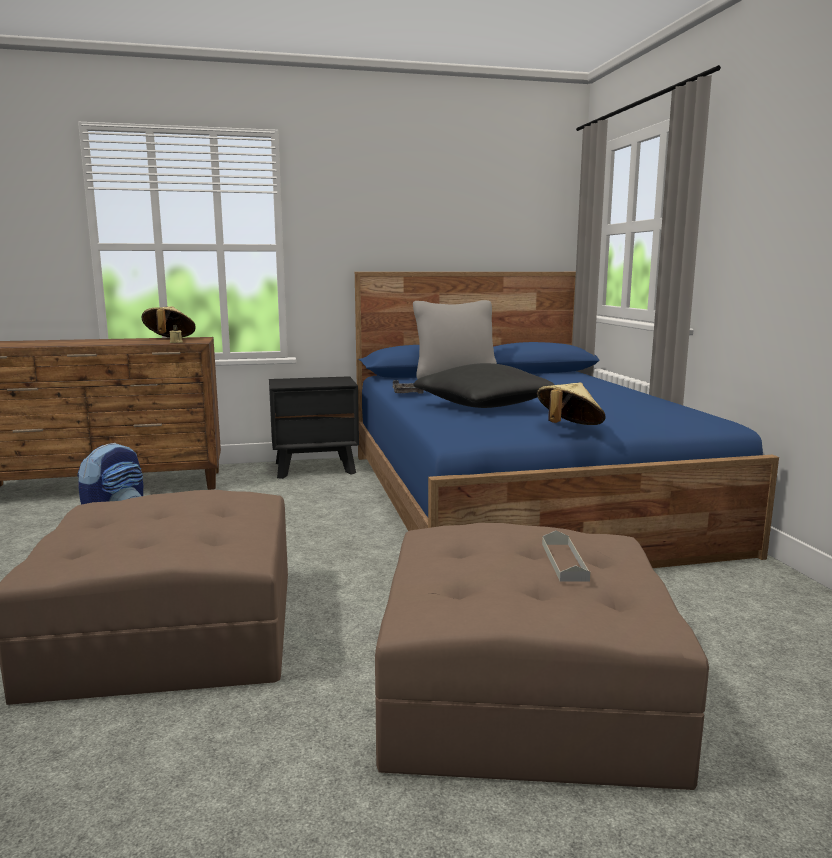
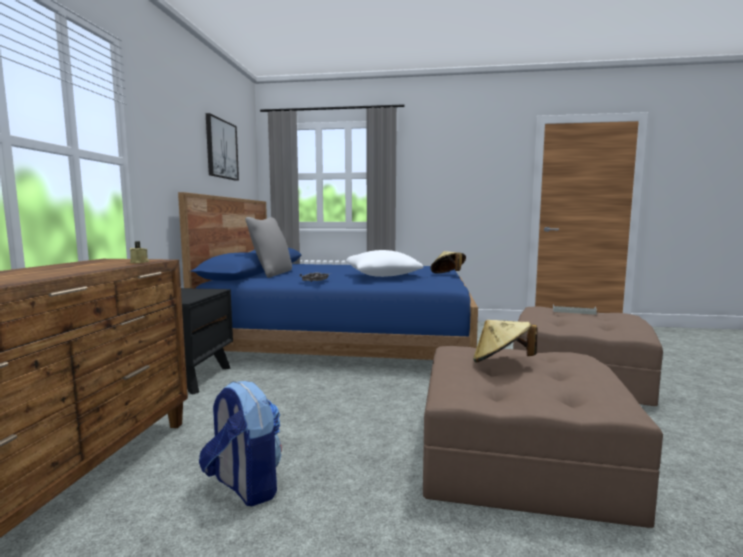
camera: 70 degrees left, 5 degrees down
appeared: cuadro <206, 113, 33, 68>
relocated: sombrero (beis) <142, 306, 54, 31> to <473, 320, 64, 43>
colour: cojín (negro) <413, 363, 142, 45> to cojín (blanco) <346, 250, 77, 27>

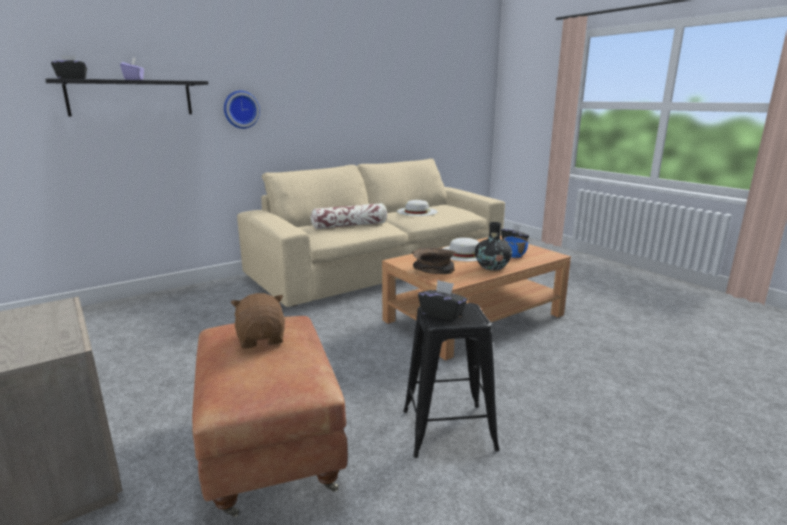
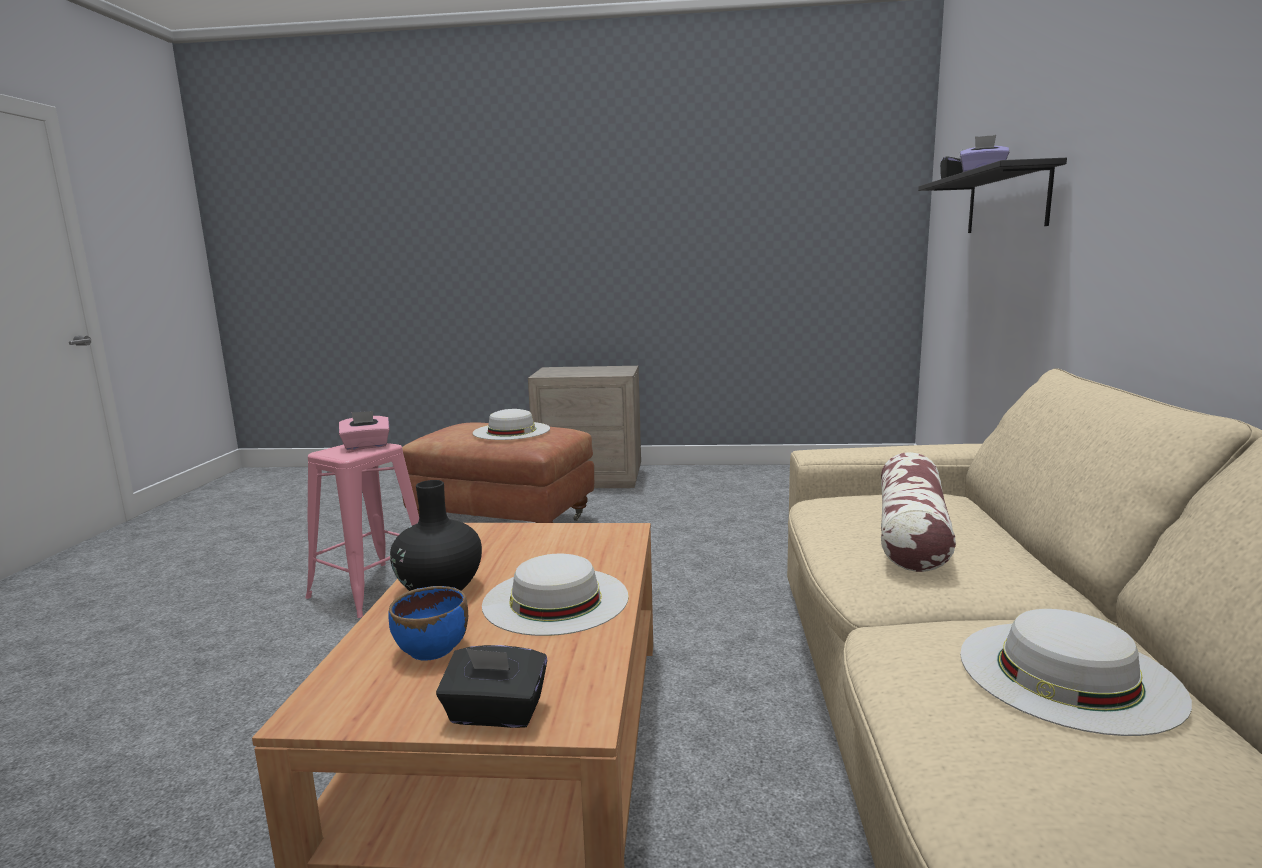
camera: 130 degrees right, 5 degrees down
missing: reloj de pared <224, 91, 36, 38>; cuenco (marrón) <412, 247, 44, 27>
exchanged: peluche (marrón) <231, 293, 54, 55> to sombrero (blanco) <473, 409, 77, 31>
colour: taburete (negro) <403, 303, 96, 155> to taburete (rosa) <305, 443, 114, 175>; caja de pañuelos (negro) <418, 280, 49, 41> to caja de pañuelos (rosa) <339, 411, 50, 39>

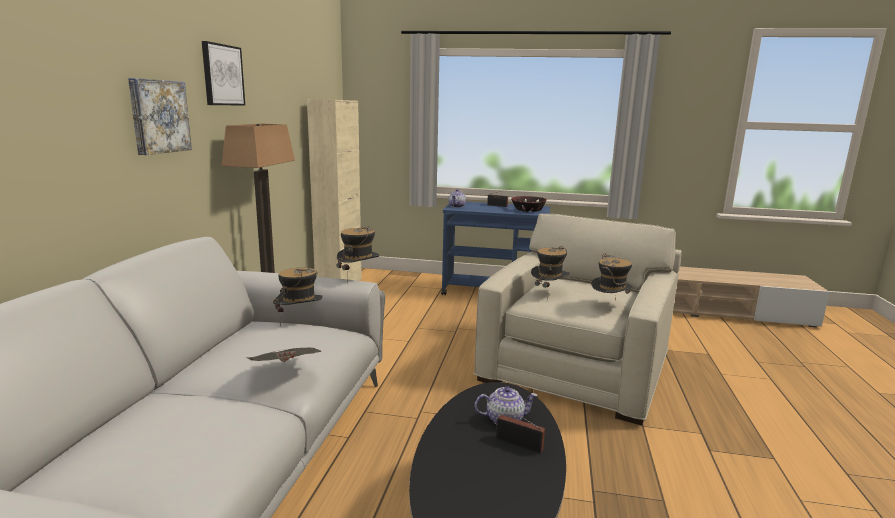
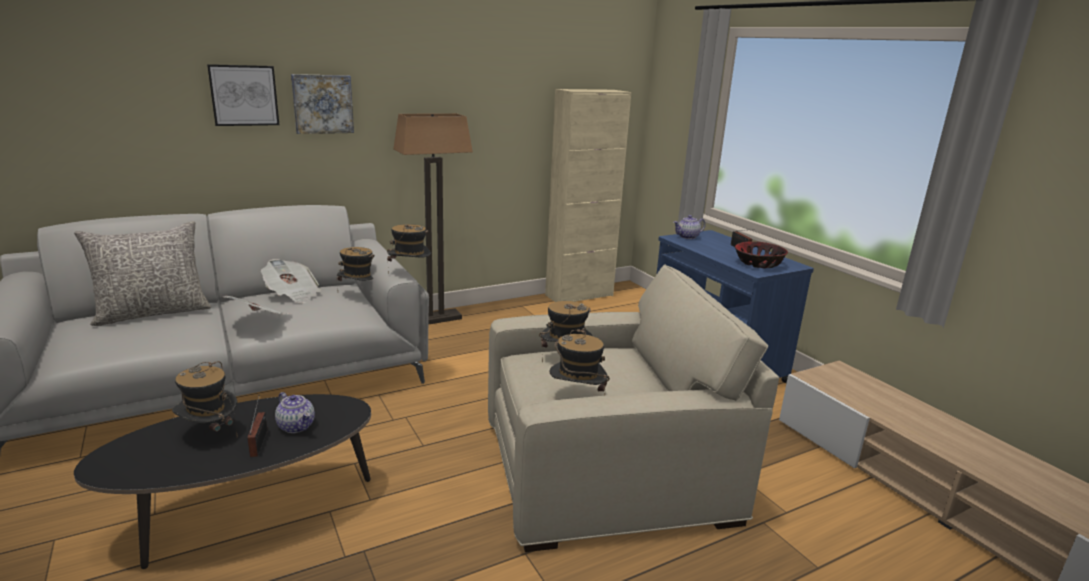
camera: 50 degrees right, 5 degrees up
appeared: cojín (gris) <74, 221, 137, 105>; sombrero <172, 361, 65, 75>; periódico <261, 259, 60, 45>
relocated: cuadro <202, 41, 43, 65> to <207, 64, 72, 62>

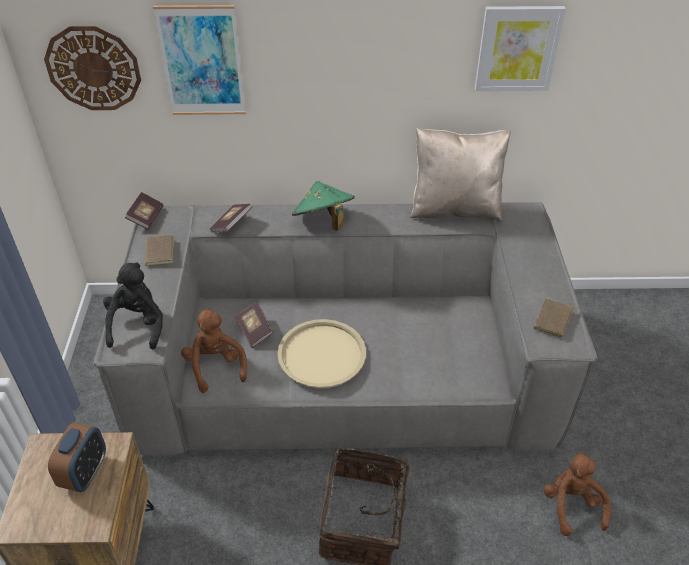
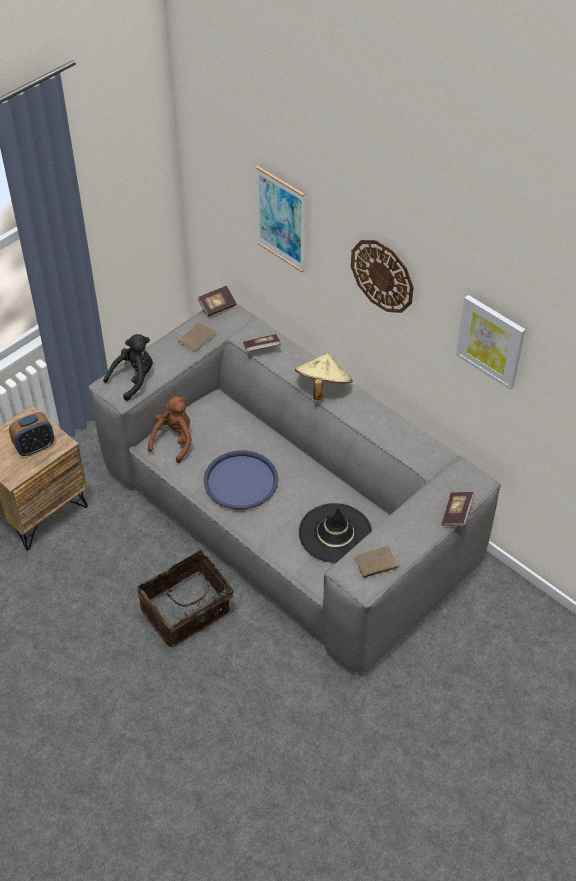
camera: 45 degrees right, 5 degrees up
missing: cojín (beis) <410, 128, 101, 94>; peluche (marrón) <543, 451, 68, 85>
appeared: sombrero (negro) <299, 503, 73, 60>
relocated: reloj de pared <44, 26, 97, 84> to <351, 240, 63, 73>; libro <236, 302, 38, 46> to <442, 492, 32, 34>
colour: bandeja (beis) <278, 319, 88, 69> to bandeja (azul) <204, 450, 74, 59>; sombrero (verde) <292, 181, 63, 50> to sombrero (beis) <295, 353, 57, 47>

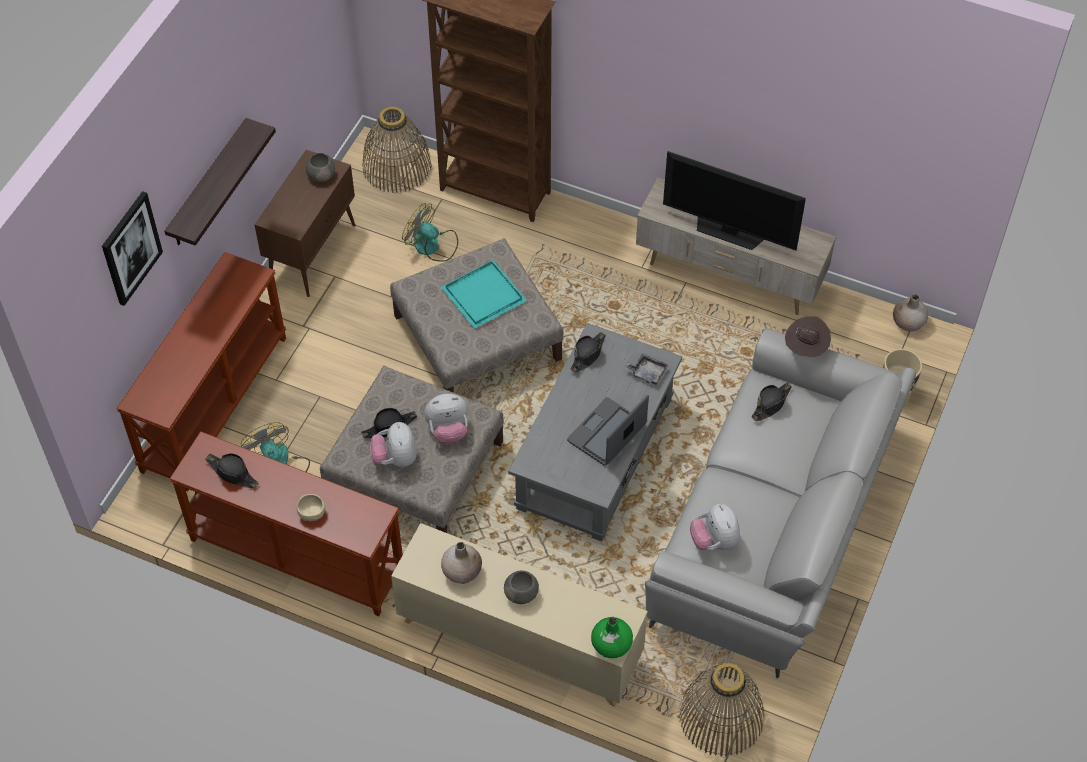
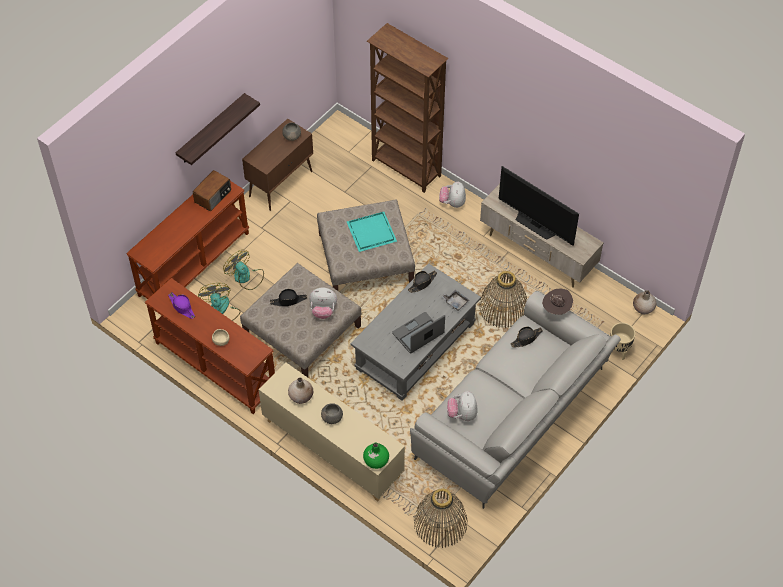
camera: 15 degrees right, 0 degrees up
missing: cuadro <102, 191, 61, 115>
appeared: radio <193, 170, 38, 42>
relocated: cesta <362, 107, 70, 86> to <479, 271, 48, 57>; peluche <370, 422, 47, 45> to <439, 182, 27, 26>; ventilador <402, 203, 56, 59> to <223, 250, 41, 40>
colour: sombrero (negro) <205, 453, 54, 35> to sombrero (morado) <168, 292, 27, 27>

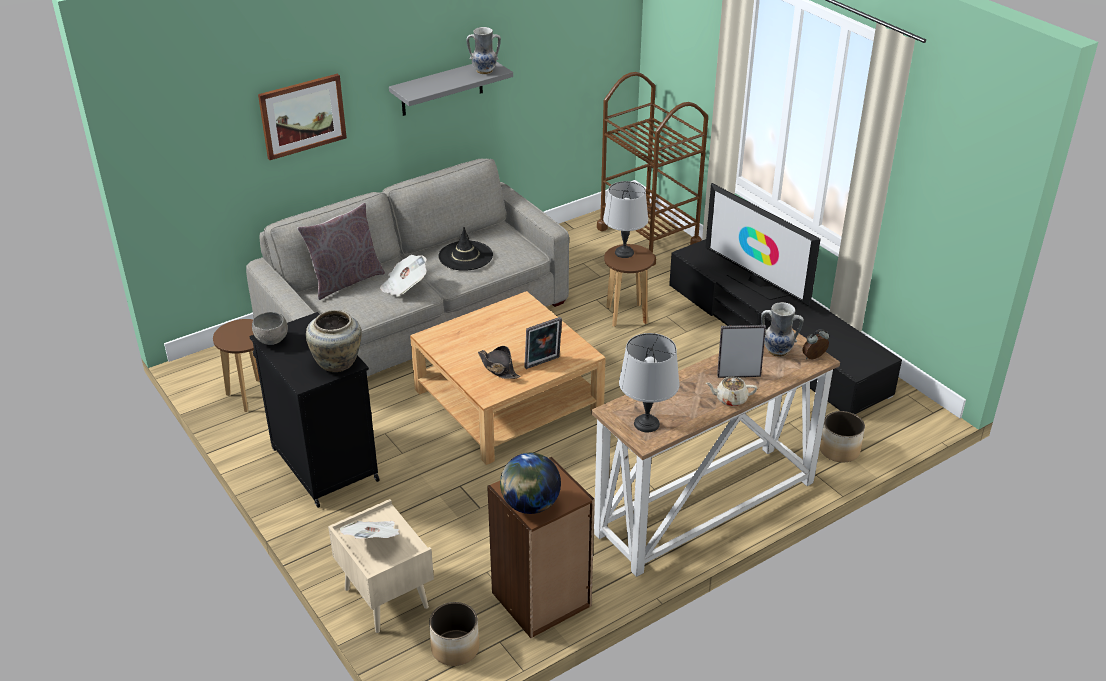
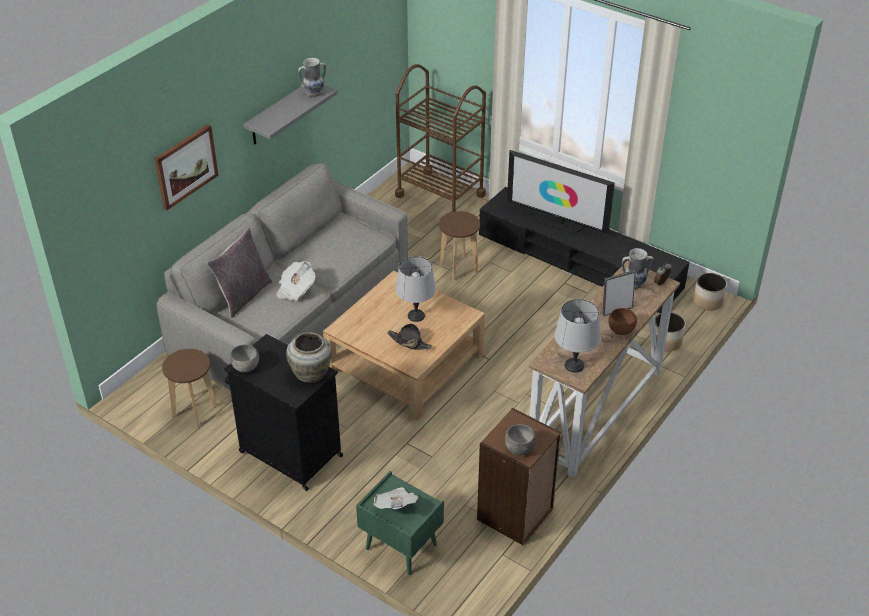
camera: 20 degrees left, 5 degrees up
missing: sombrero (negro) <438, 227, 55, 44>; portarretratos <524, 317, 38, 52>
relocated: maceta <429, 602, 50, 64> to <693, 273, 34, 38>; lámpara de mesa (gris) <603, 181, 45, 77> to <396, 256, 40, 66>
exchanged: globo terráqueo <500, 453, 61, 61> to cuenco (gris) <505, 424, 31, 32>; tetera (beis) <706, 376, 51, 30> to cuenco (marrón) <608, 308, 29, 27>
colour: mesita de noche (beis) <328, 499, 106, 134> to mesita de noche (verde) <356, 471, 88, 104>

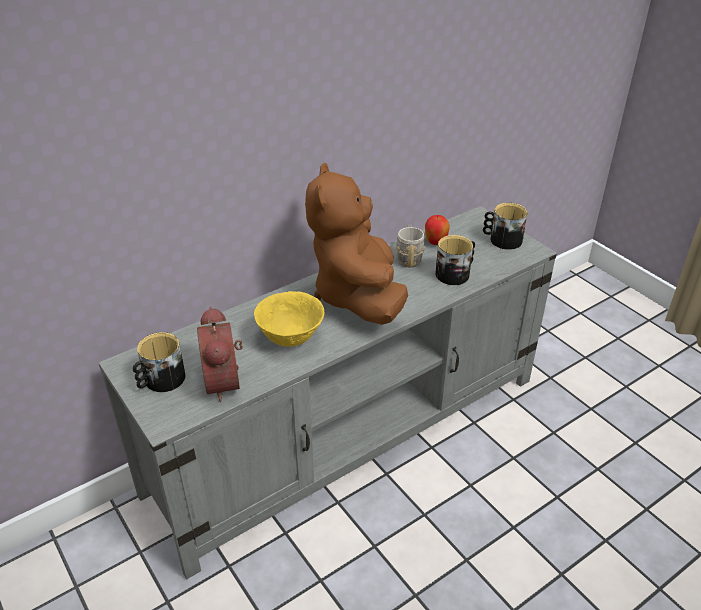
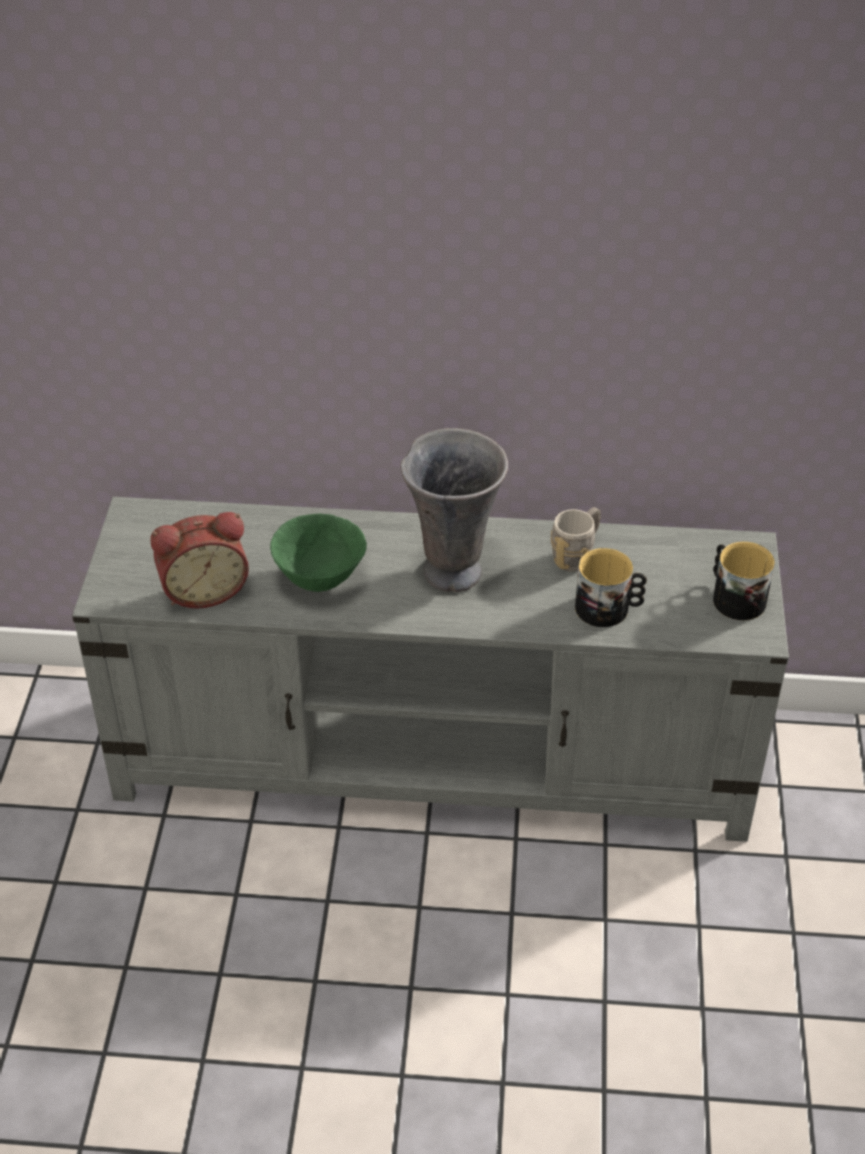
camera: 40 degrees right, 5 degrees up
missing: taza grande <133, 332, 53, 60>; manzana <425, 215, 25, 30>
exchanged: peluche (marrón) <305, 163, 103, 162> to florero (gris) <400, 428, 108, 164>
colour: cuenco (amarillo) <254, 291, 70, 56> to cuenco (verde) <270, 514, 97, 78>
spun: despertador <197, 306, 46, 96> = <150, 512, 99, 97> 135 degrees counterclockwise

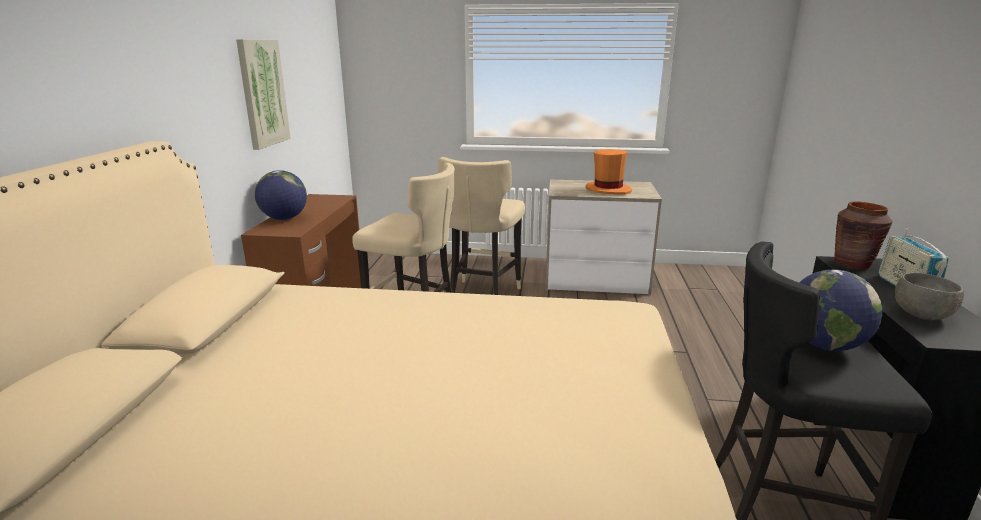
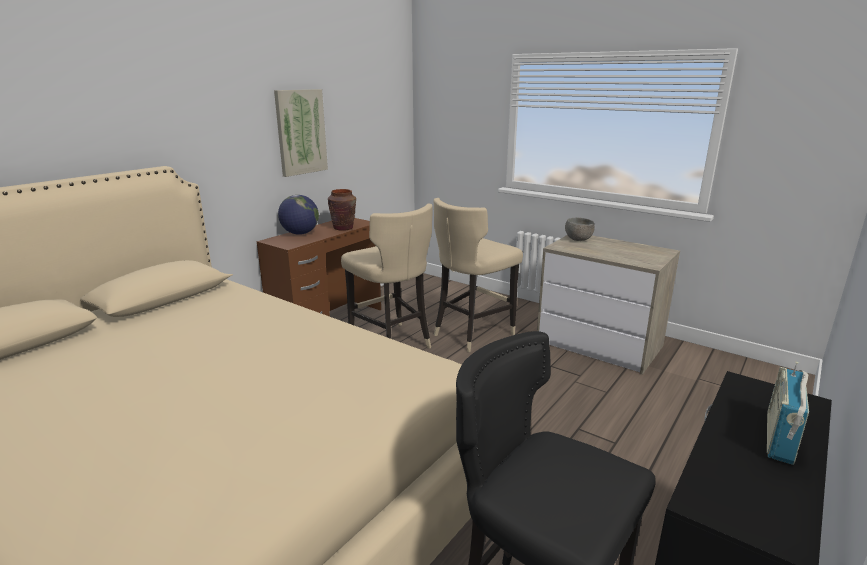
camera: 30 degrees right, 0 degrees up
missing: sombrero (naranja) <586, 149, 46, 46>; globo terráqueo <799, 270, 83, 81>
relocated: florero (marrón) <834, 201, 59, 68> to <328, 189, 28, 42>; cuenco (gris) <895, 273, 69, 47> to <565, 218, 30, 23>

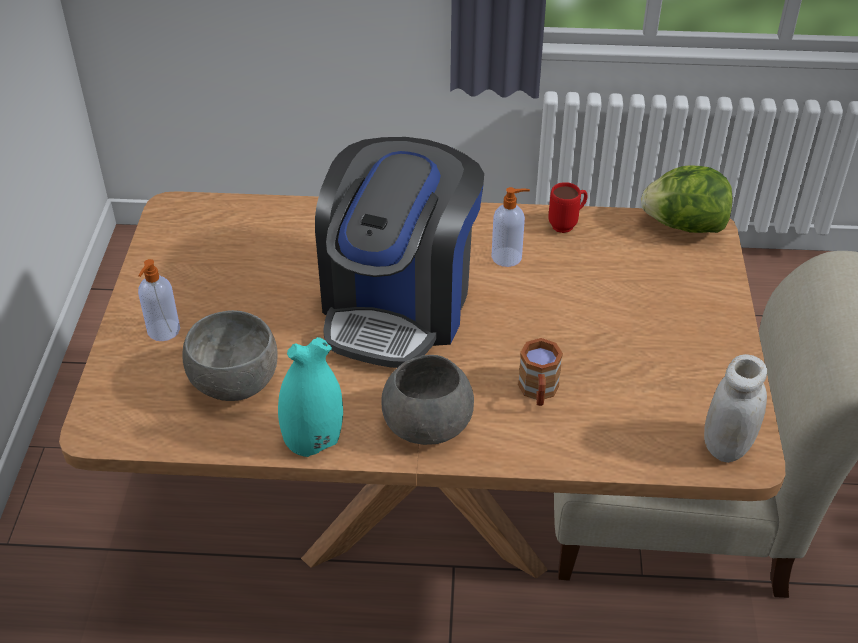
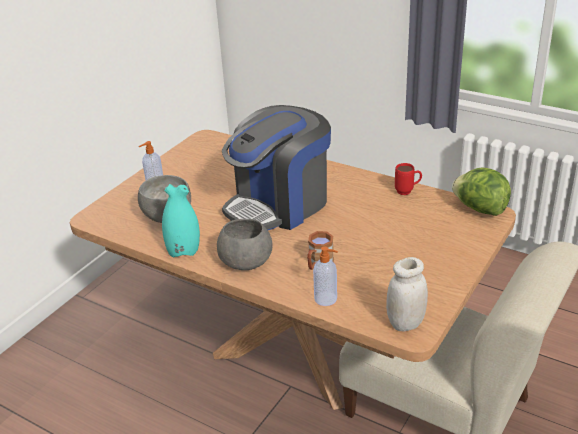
camera: 30 degrees right, 10 degrees down
relocated: dispensador de jabón <491, 187, 39, 80> to <313, 246, 25, 60>

